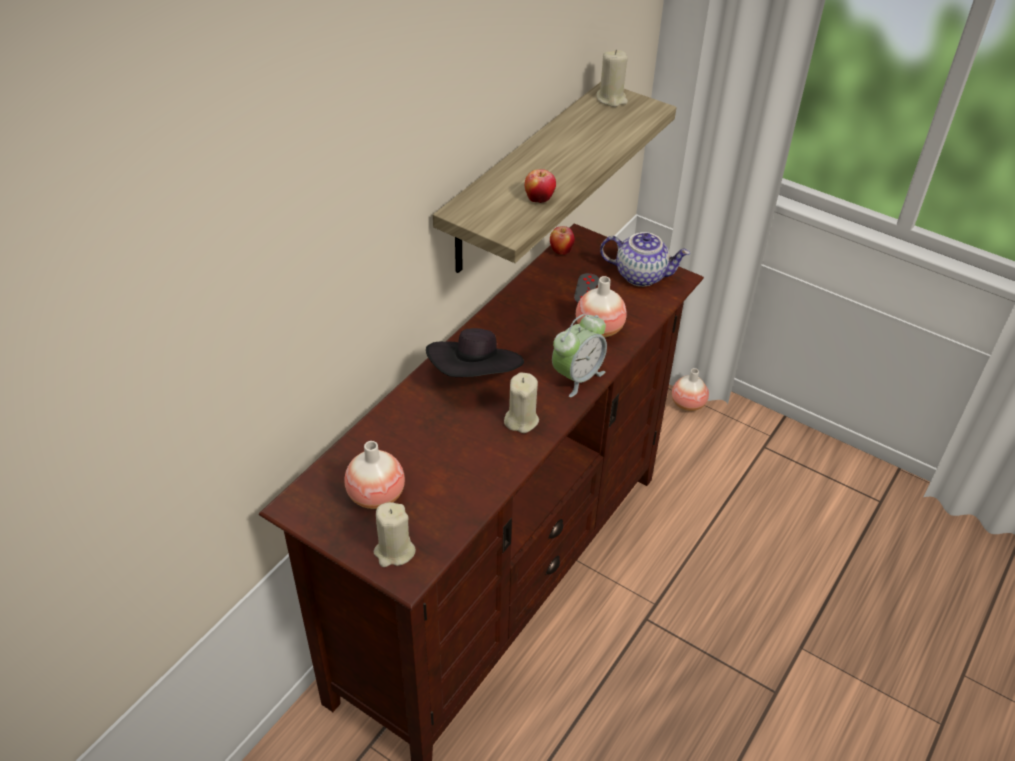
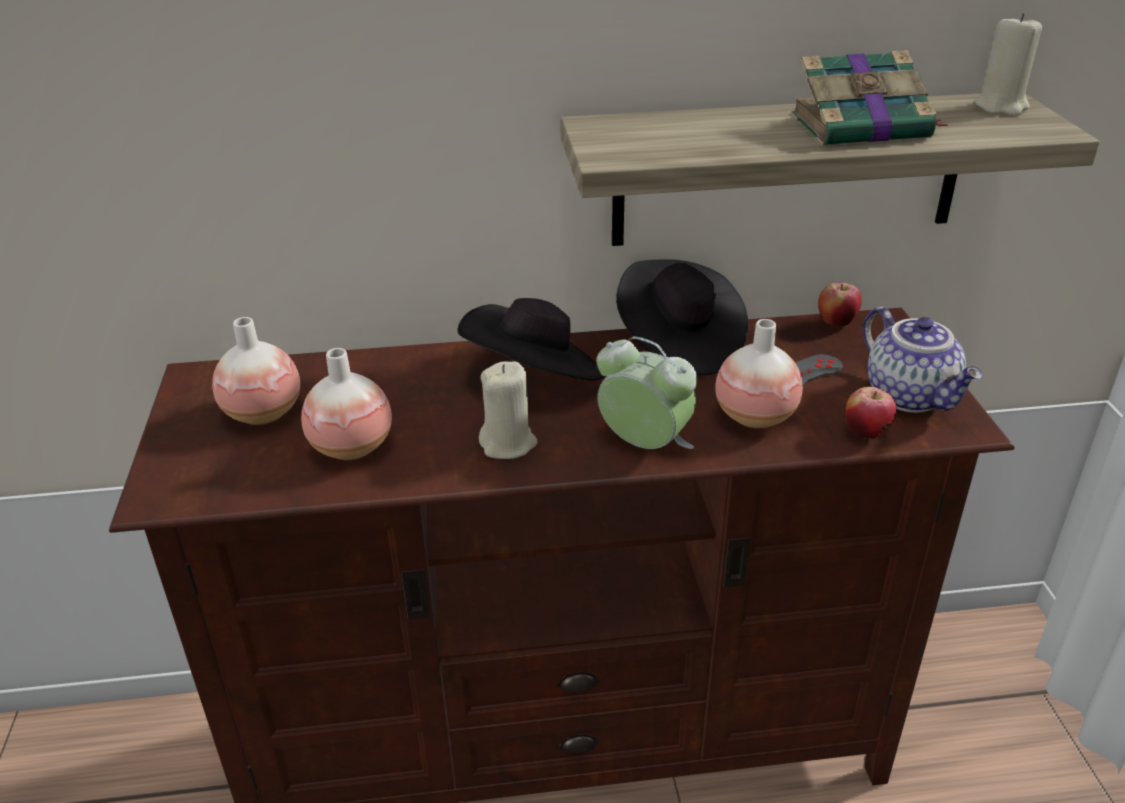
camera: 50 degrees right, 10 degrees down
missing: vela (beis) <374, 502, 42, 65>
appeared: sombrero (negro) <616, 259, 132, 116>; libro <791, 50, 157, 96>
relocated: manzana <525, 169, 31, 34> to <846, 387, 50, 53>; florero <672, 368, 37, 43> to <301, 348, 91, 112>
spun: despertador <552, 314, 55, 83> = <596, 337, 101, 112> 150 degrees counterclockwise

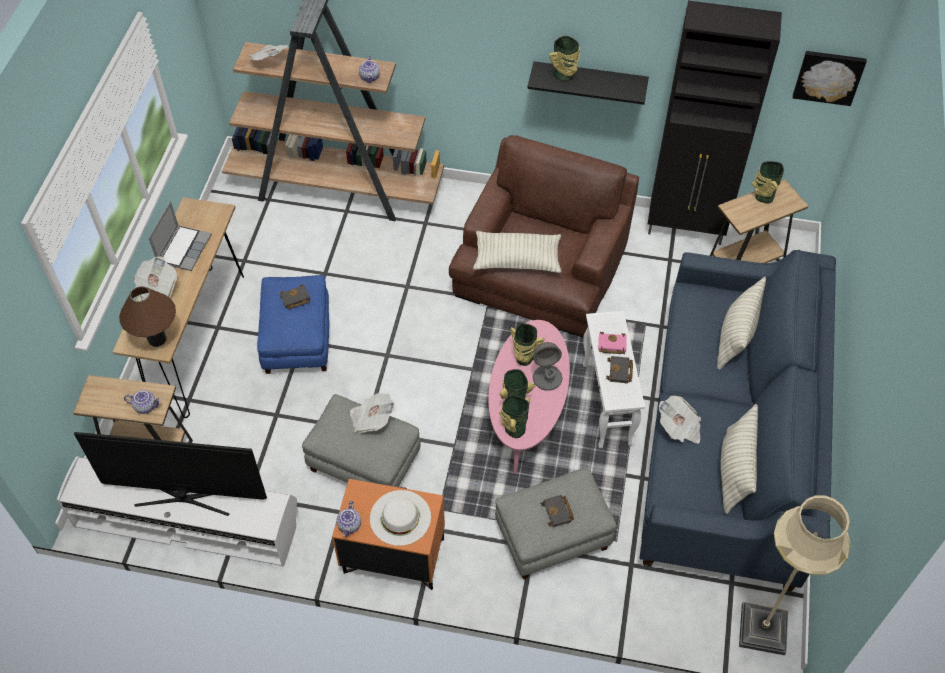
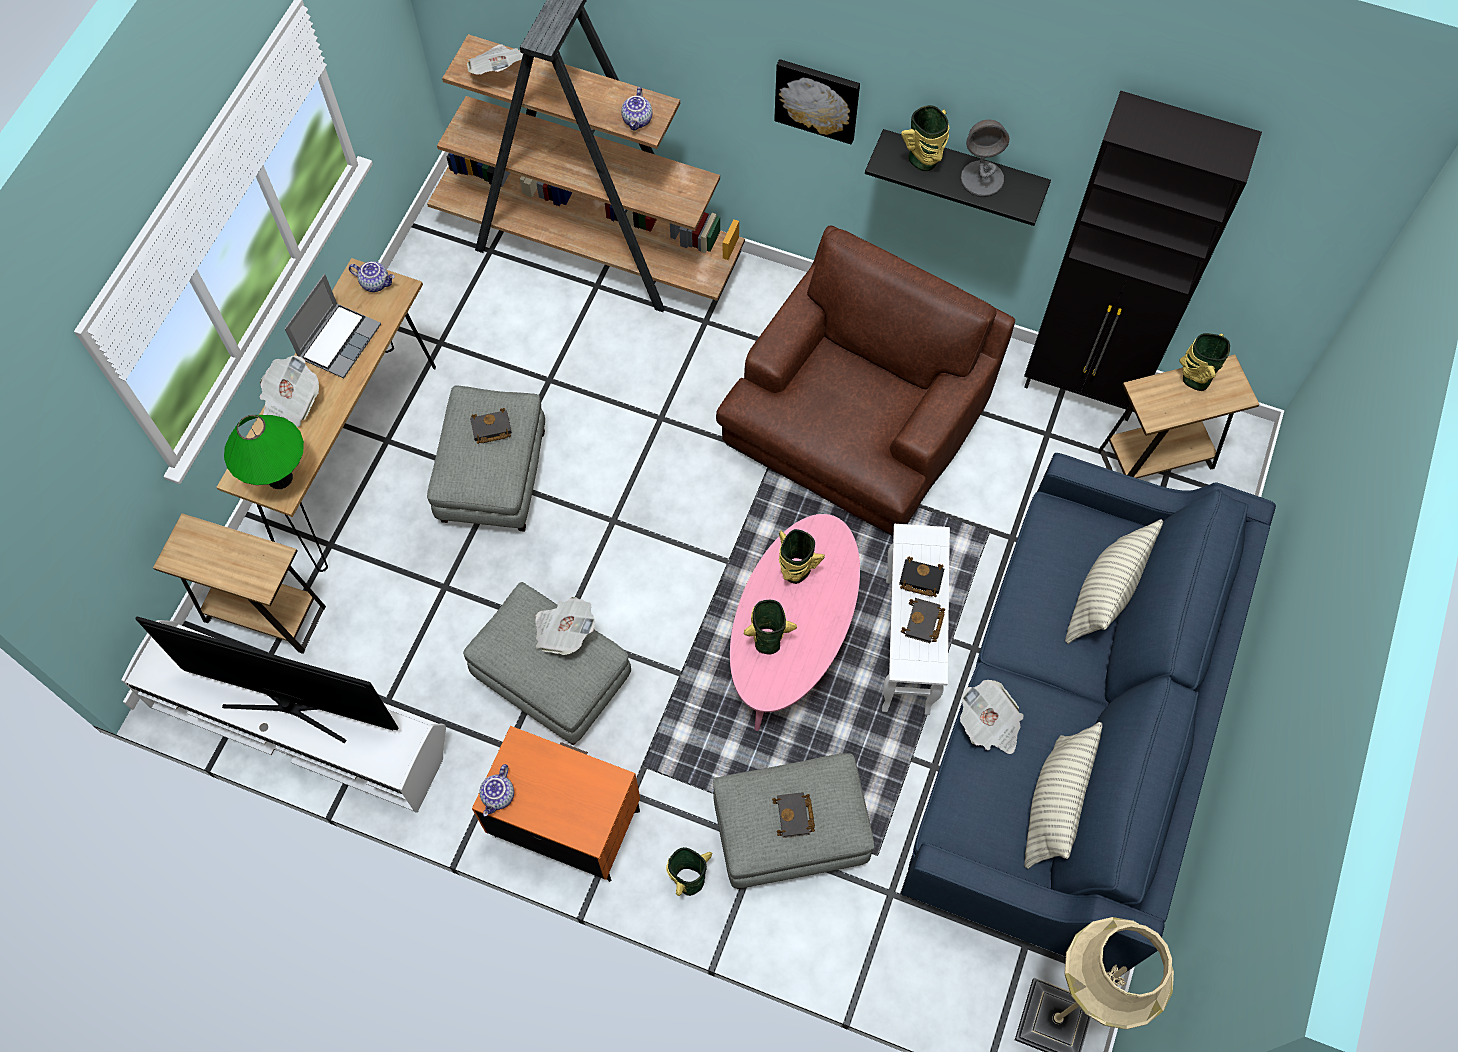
camera: 10 degrees right, 10 degrees up
missing: sombrero (blanco) <370, 490, 61, 56>; cojín <473, 231, 89, 42>
relocated: tetera <124, 390, 37, 24> to <349, 261, 46, 31>; florero <500, 395, 30, 43> to <666, 847, 46, 49>; lámpara de mesa (gris) <533, 342, 30, 49> to <961, 119, 48, 78>; cuadro <793, 51, 73, 55> to <774, 59, 86, 86>
colour: lámpara de mesa (marrón) <119, 286, 57, 61> to lámpara de mesa (verde) <224, 415, 80, 74>; puf (azul) <257, 275, 72, 99> to puf (gris) <427, 386, 118, 146>; libro (rosa) <598, 332, 29, 22> to libro (negro) <899, 556, 45, 41>

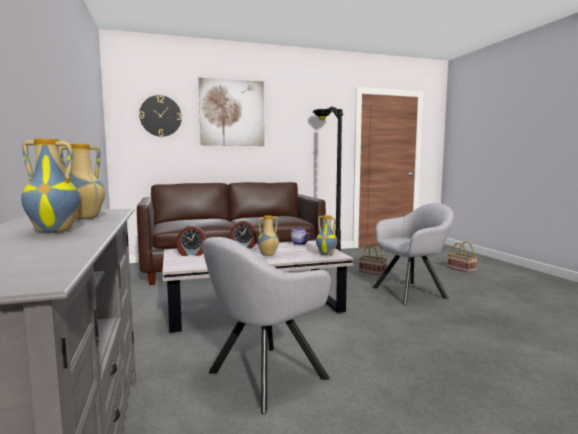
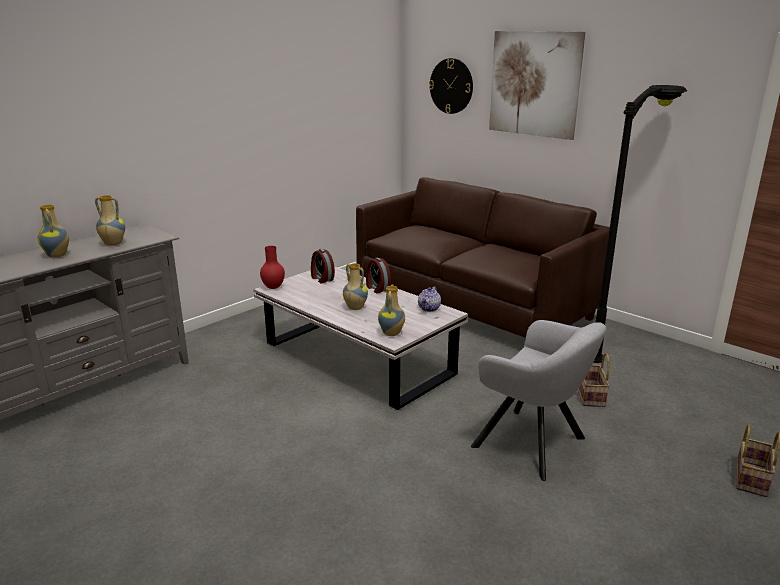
camera: 60 degrees right, 15 degrees up
missing: sillón (gris) <202, 237, 129, 177>
appeared: florero (rojo) <260, 246, 25, 43>

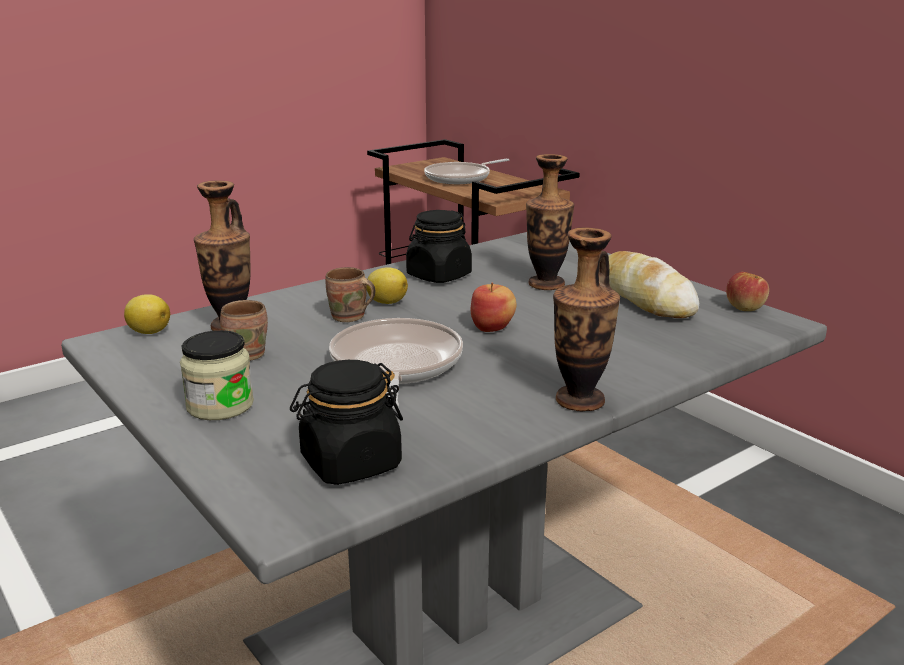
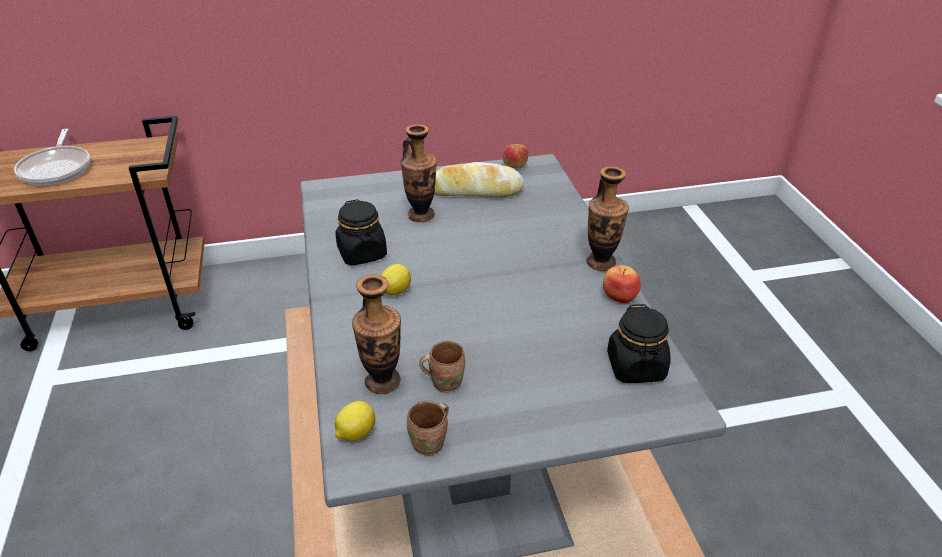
camera: 65 degrees left, 15 degrees up
missing: tarro <180, 330, 74, 90>; sartén <329, 318, 134, 91>
relocated: taza grande (marrón) <325, 267, 51, 55> to <406, 401, 43, 55>; manzana <471, 283, 45, 49> to <603, 265, 38, 38>

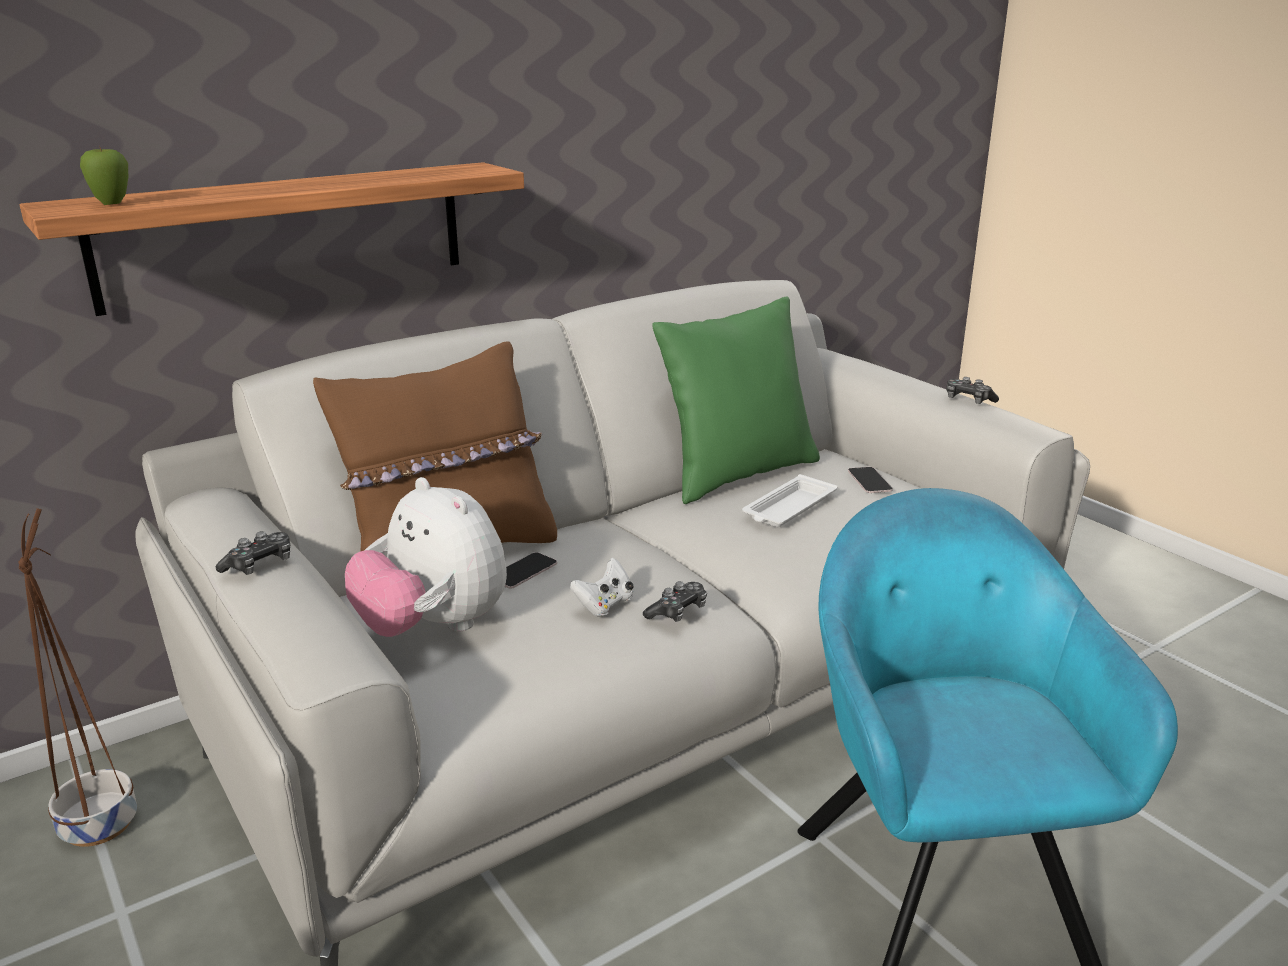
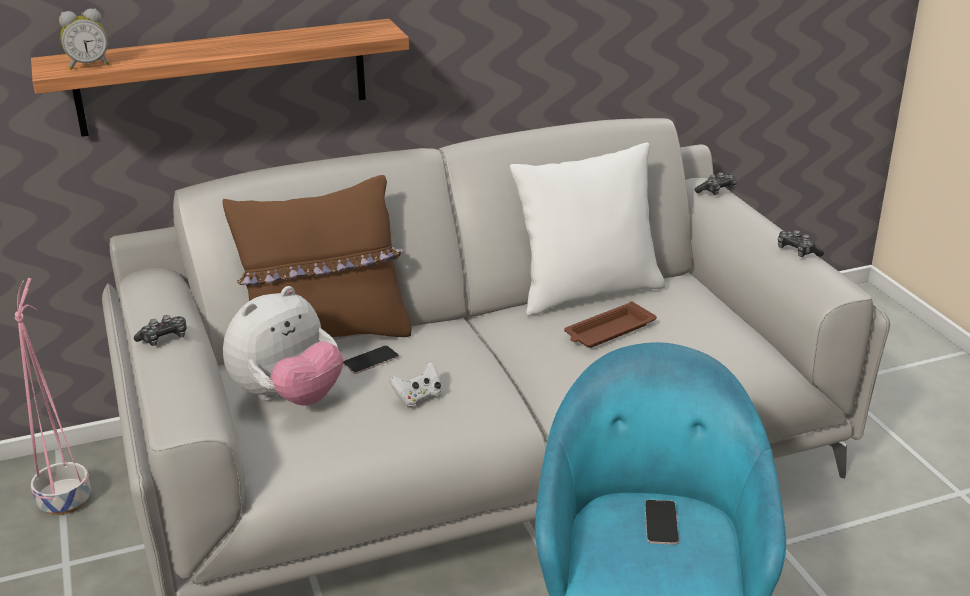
camera: 15 degrees right, 5 degrees up
relocated: mando de consola <643, 581, 64, 41> to <695, 172, 42, 23>; móvil <848, 467, 45, 26> to <645, 500, 34, 45>
exchanged: manzana <80, 146, 48, 59> to despertador <59, 9, 50, 61>
colour: maceta (marrón) <18, 508, 119, 339> to maceta (rosa) <15, 278, 76, 237>; cojín (verde) <652, 297, 168, 207> to cojín (blanco) <510, 143, 155, 173>; bandeja (blanco) <742, 474, 95, 53> to bandeja (marrón) <564, 301, 93, 47>
spun: peluche <345, 477, 162, 160> = <223, 286, 120, 120> 105 degrees counterclockwise

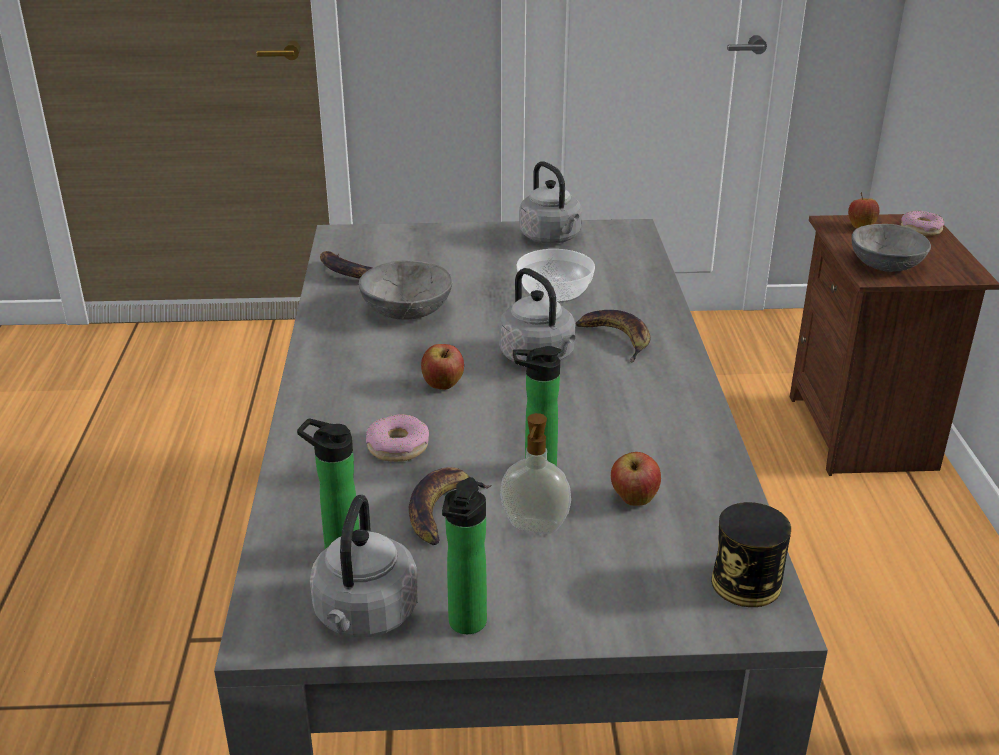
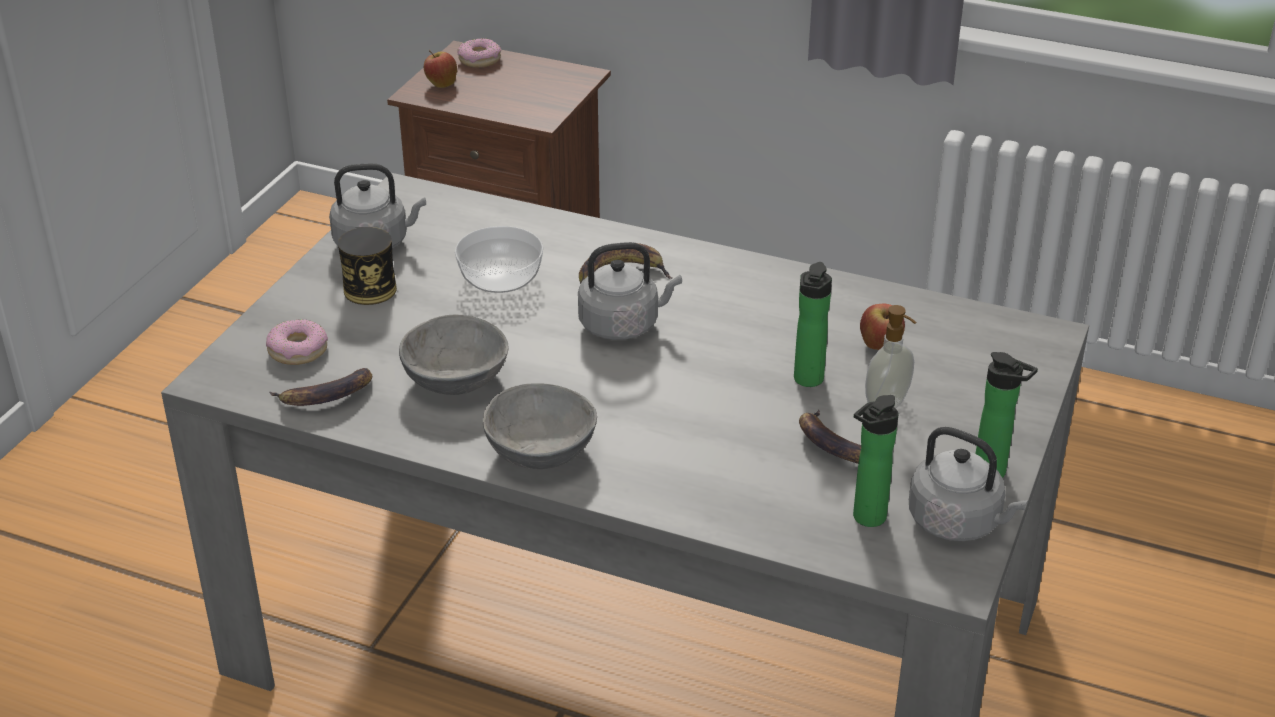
camera: 65 degrees left, 5 degrees up
missing: manzana <421, 344, 43, 46>
relocated: rosquilla <366, 414, 63, 48> to <266, 319, 62, 46>; lata <711, 502, 80, 105> to <338, 227, 59, 78>; cuenco (gris) <852, 224, 79, 48> to <483, 383, 114, 86>

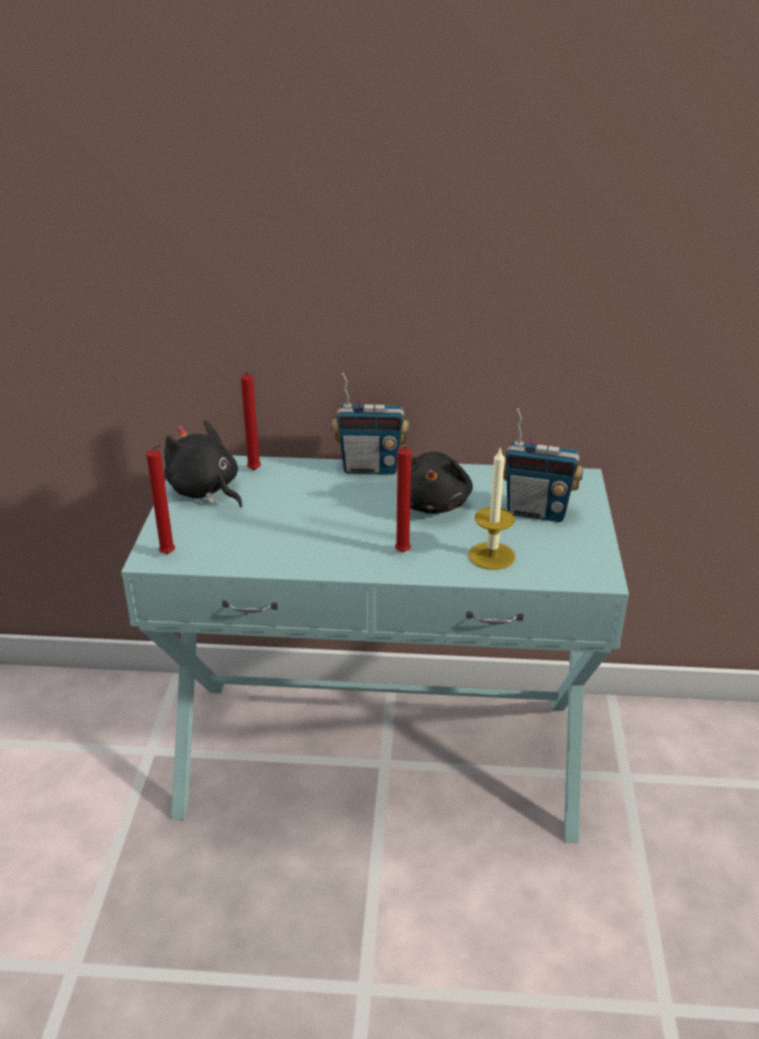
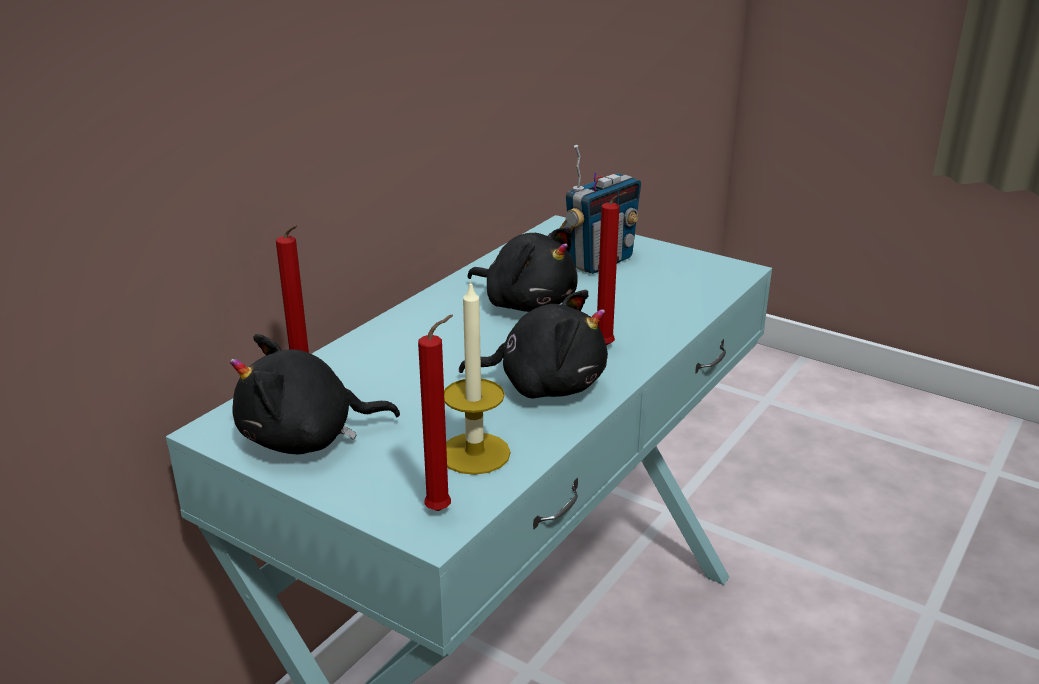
camera: 60 degrees left, 5 degrees down
missing: radio <332, 372, 77, 103>
appeared: peluche (negro) <459, 290, 149, 109>
relocated: vela <469, 446, 46, 124> to <444, 280, 67, 195>

